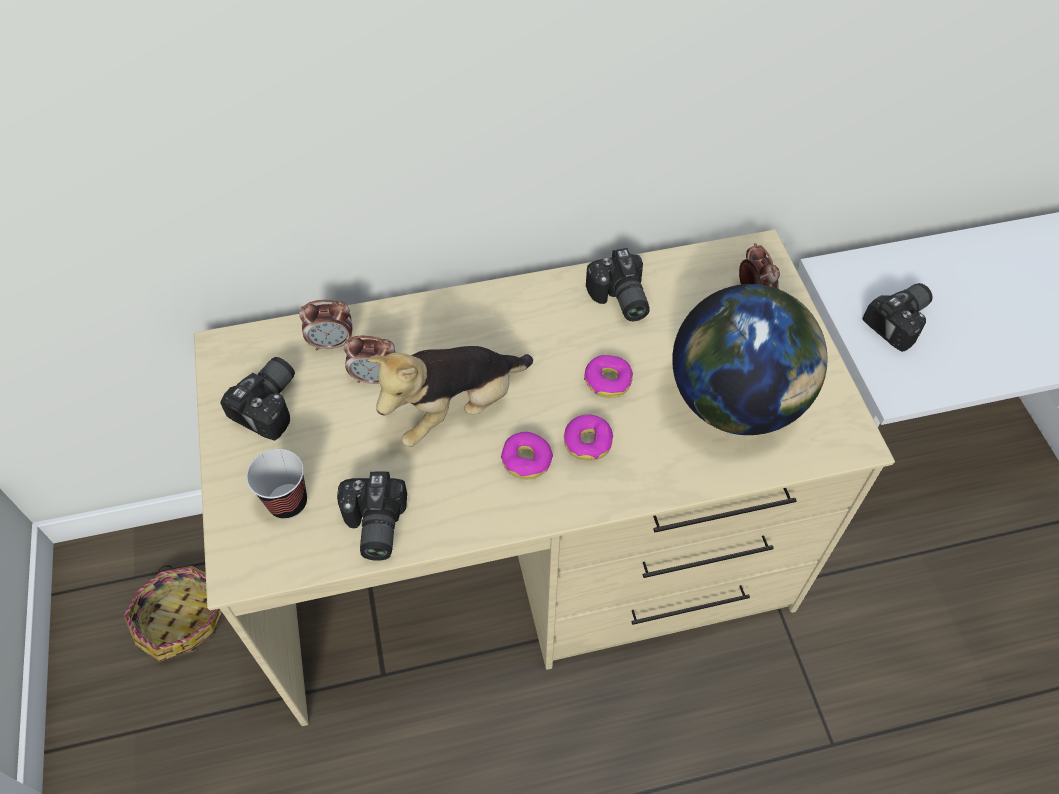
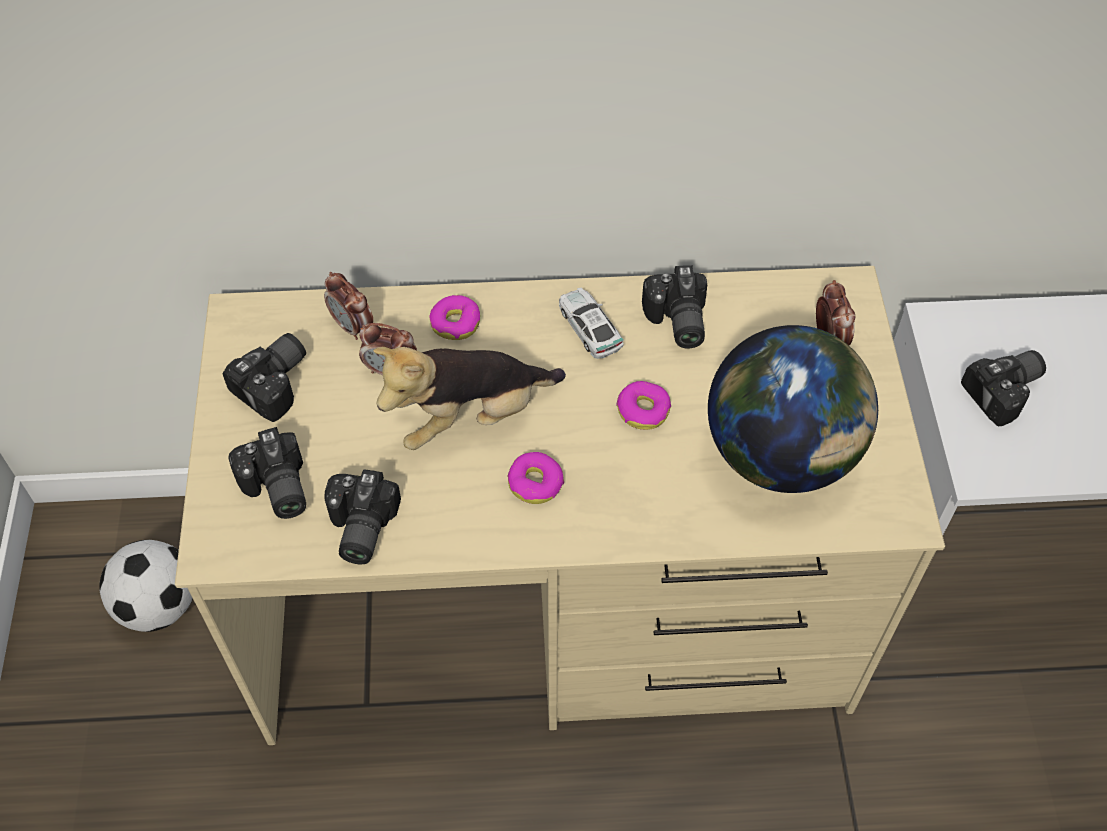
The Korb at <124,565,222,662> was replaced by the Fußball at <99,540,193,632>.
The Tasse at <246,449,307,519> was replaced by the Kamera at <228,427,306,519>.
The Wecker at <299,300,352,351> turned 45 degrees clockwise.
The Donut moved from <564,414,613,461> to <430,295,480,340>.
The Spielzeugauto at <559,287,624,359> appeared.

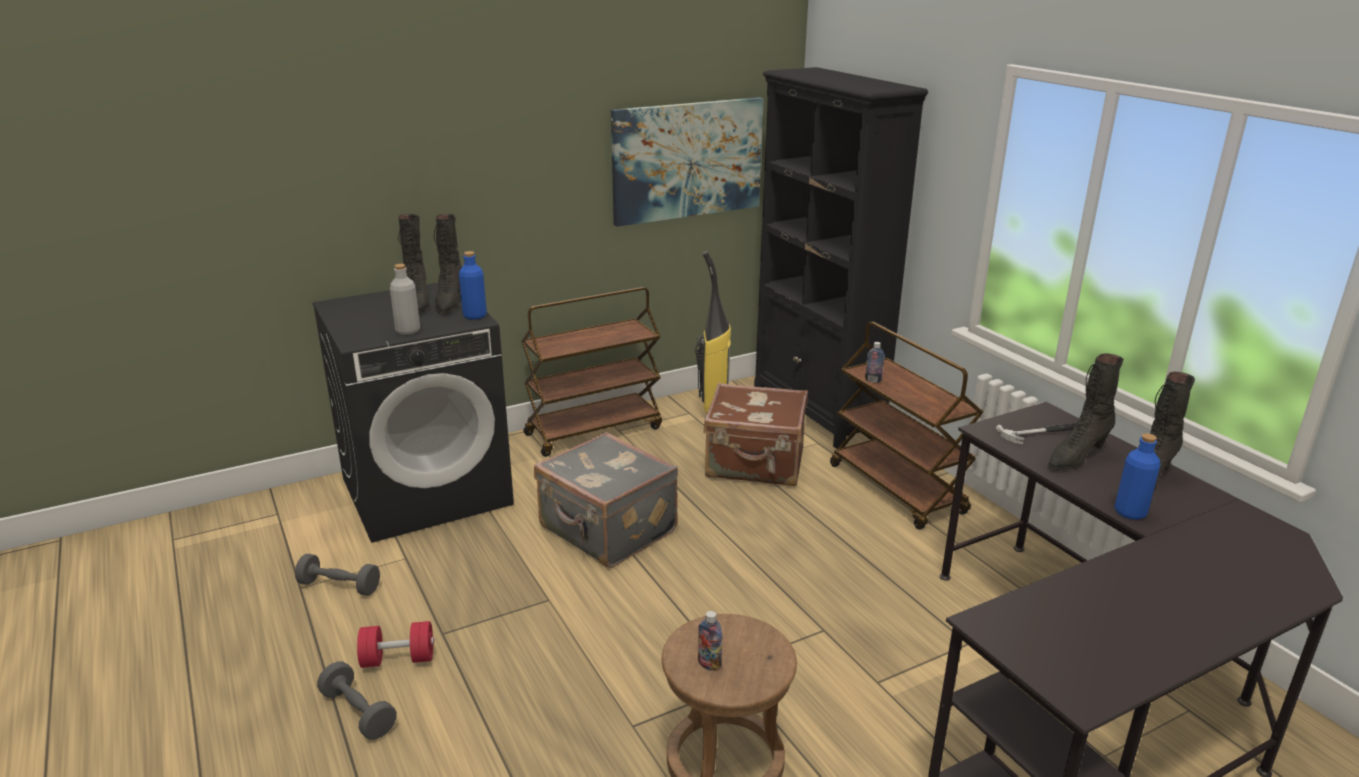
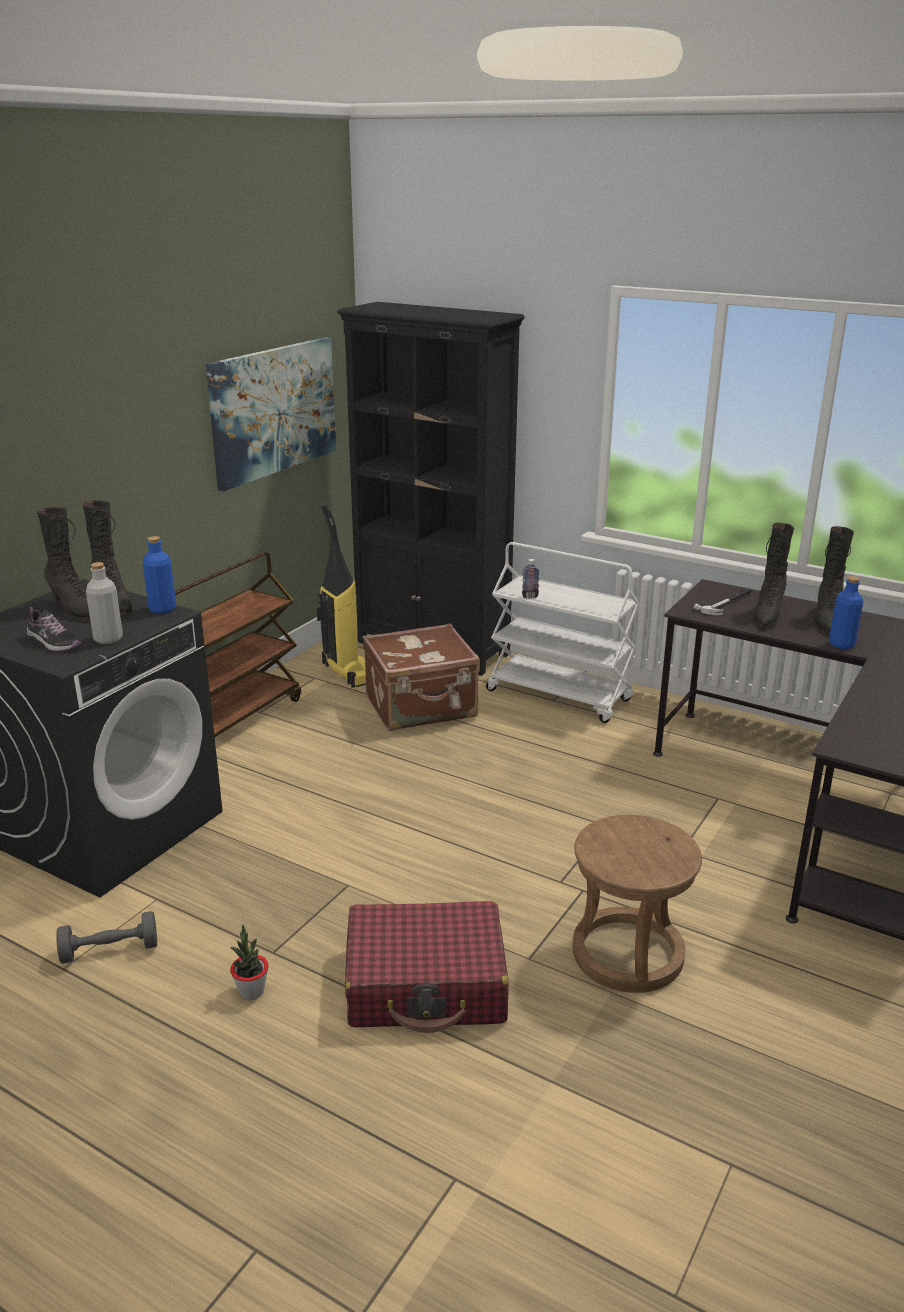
The Hantel (grau) at <317,661,397,740> disappeared.
The Hantel (rot) at <357,621,434,668> was replaced by the Topfpflanze at <230,924,269,1000>.
The Koffer (grau) at <534,432,678,568> disappeared.
The Flasche at <698,611,722,671> disappeared.
The Rollwagen (braun) at <830,322,984,530> became the Rollwagen (weiß) at <486,542,640,723>.
The Schuh at <27,607,81,651> appeared.
The Koffer (rot) at <345,901,509,1033> appeared.

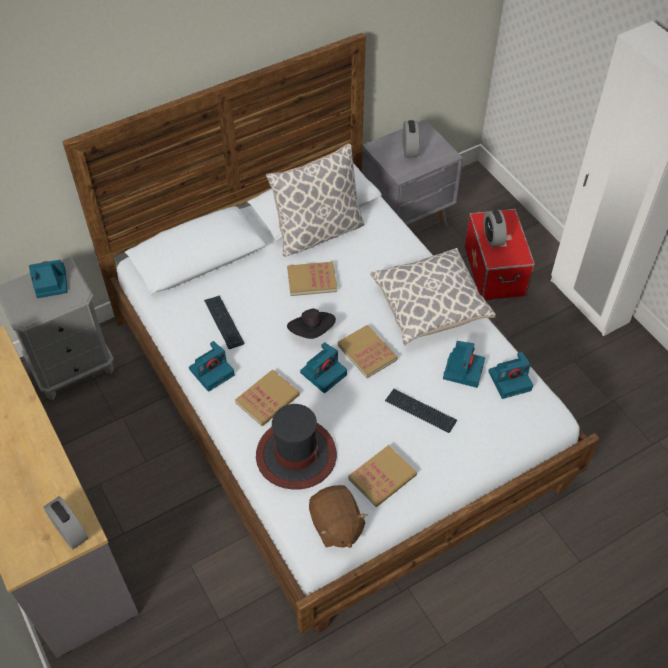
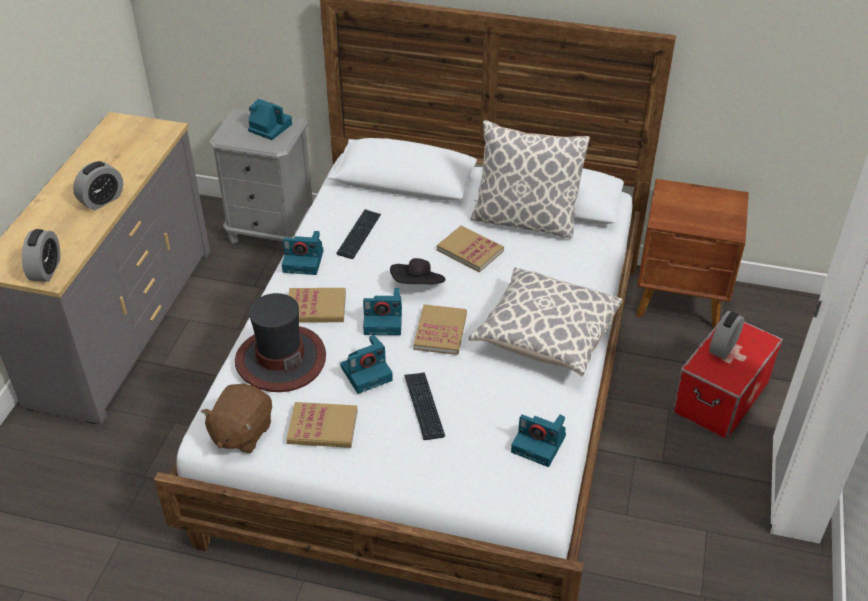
The Nachttisch (grau) at <362,120,463,228> became the Nachttisch (braun) at <636,179,749,328>.
The Wecker moved from <403,120,419,158> to <73,161,123,210>.
The Kamera moved from <443,341,485,388> to <340,335,393,394>.

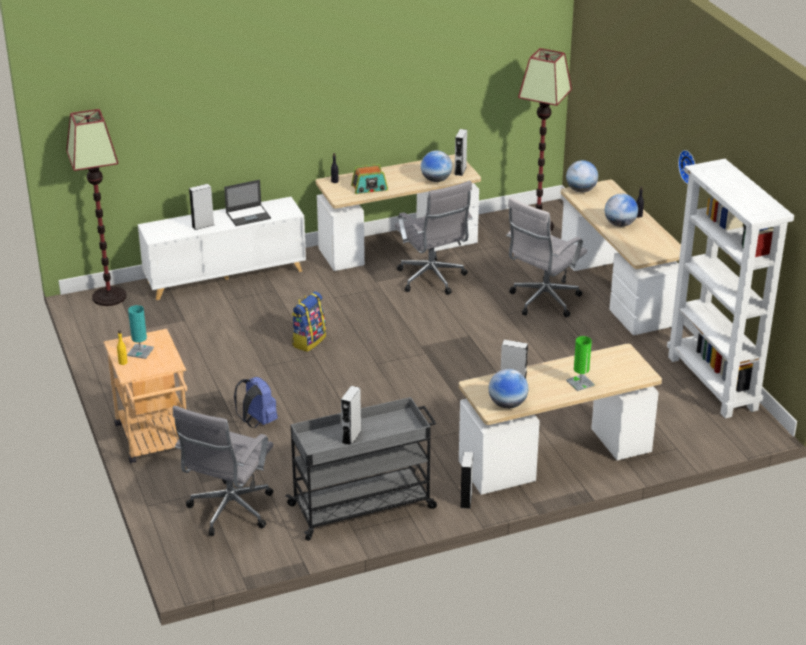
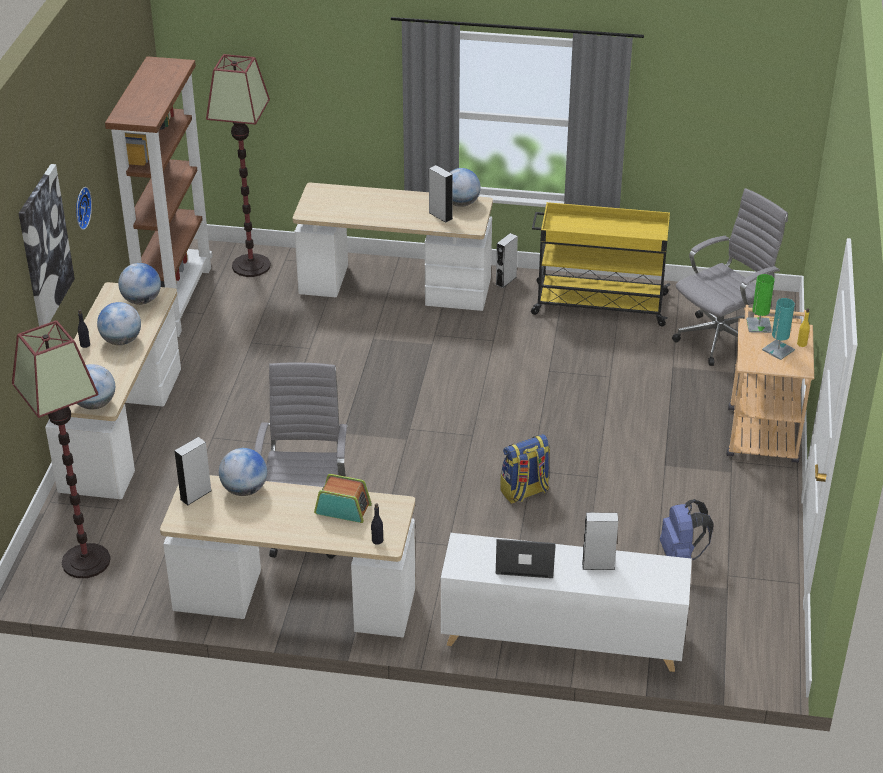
The Stehlampe moved from <66,109,126,306> to <206,54,271,277>.
The Rucksack (blau) moved from <234,377,278,428> to <660,499,713,560>.
The Rollwagen (grau) at <285,397,437,541> became the Rollwagen (gelb) at <531,202,670,327>.
The Lautsprecher (grau) at <341,386,361,445> disappeared.
The Bürostuhl (weiß) at <506,197,588,317> disappeared.
The Tischlampe (grün) moved from <566,336,595,391> to <746,274,774,333>.
The Bücherregal (weiß) at <667,159,794,419> became the Bücherregal (braun) at <105,56,212,337>.
The Bild at <19,164,75,326> appeared.
The Globus at <118,263,161,305> appeared.

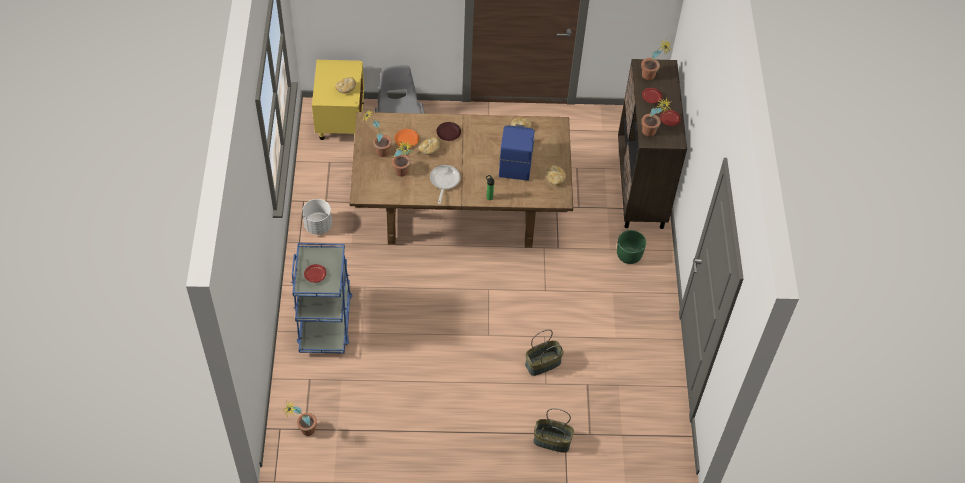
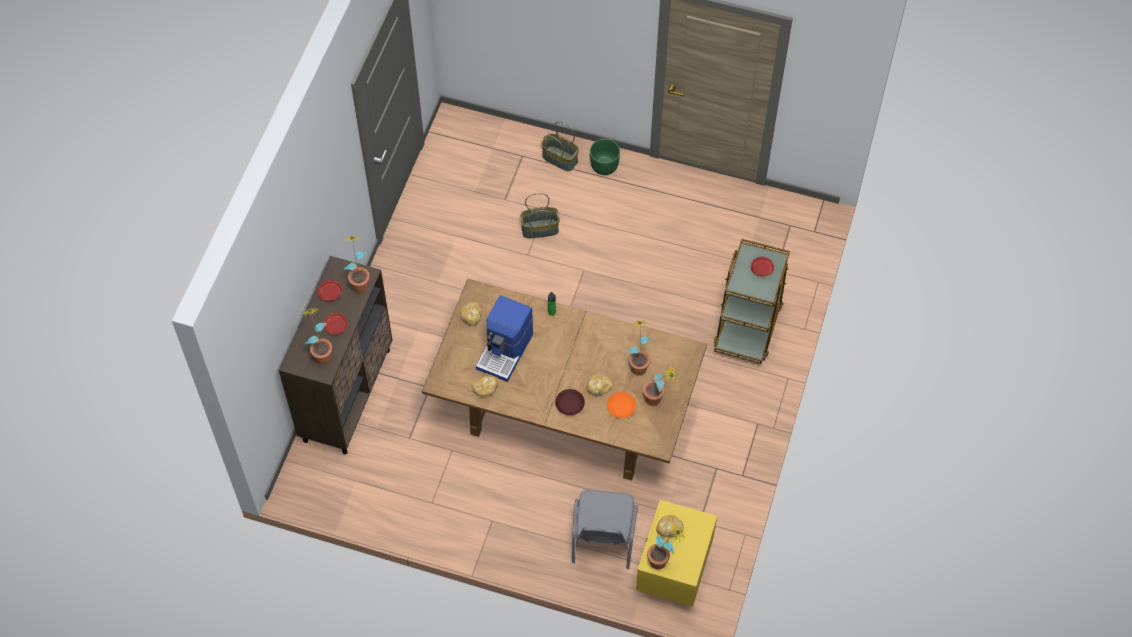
The Topfpflanze moved from <284,402,317,436> to <647,524,685,569>.
The Rollwagen (blau) at <291,243,353,353> became the Rollwagen (braun) at <714,239,790,364>.
The Pflanzkübel (weiß) at <302,199,332,235> disappeared.
The Pfanne at <430,165,461,204> disappeared.
The Pflanzkübel (grün) moved from <617,230,646,264> to <590,139,620,175>.

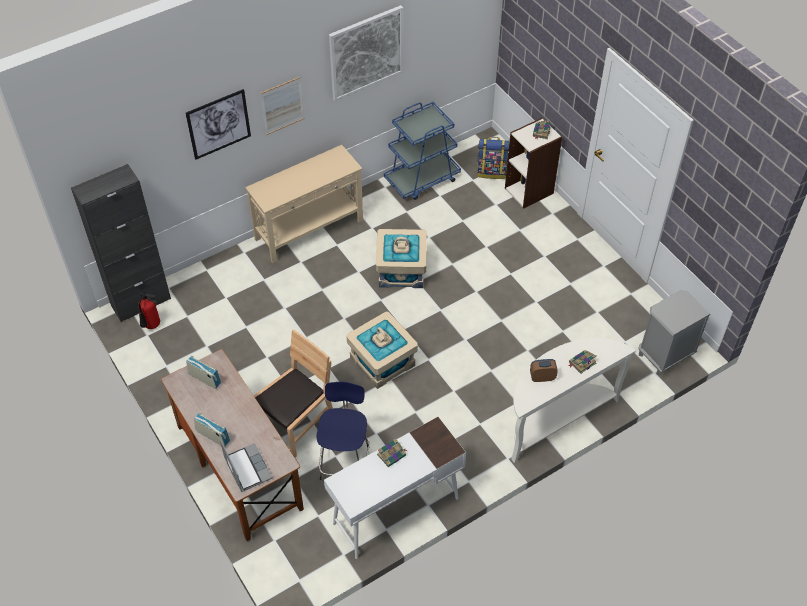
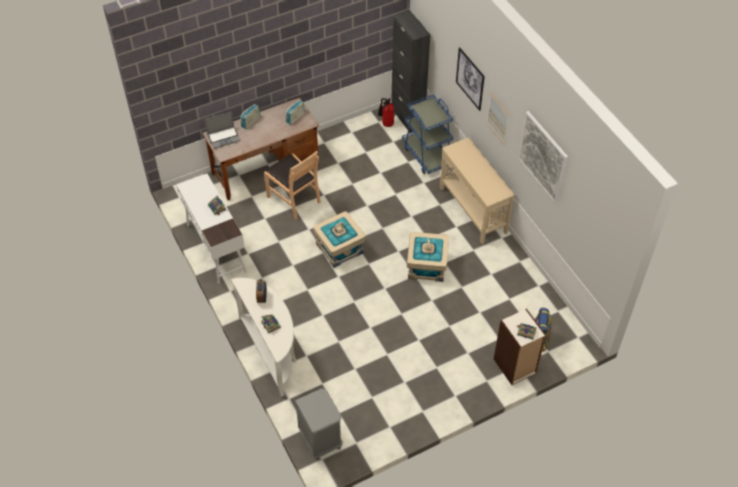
The Hocker (blau) at <316,382,370,480> disappeared.
The Rollwagen (blau) moved from <384,102,461,200> to <402,94,453,174>.

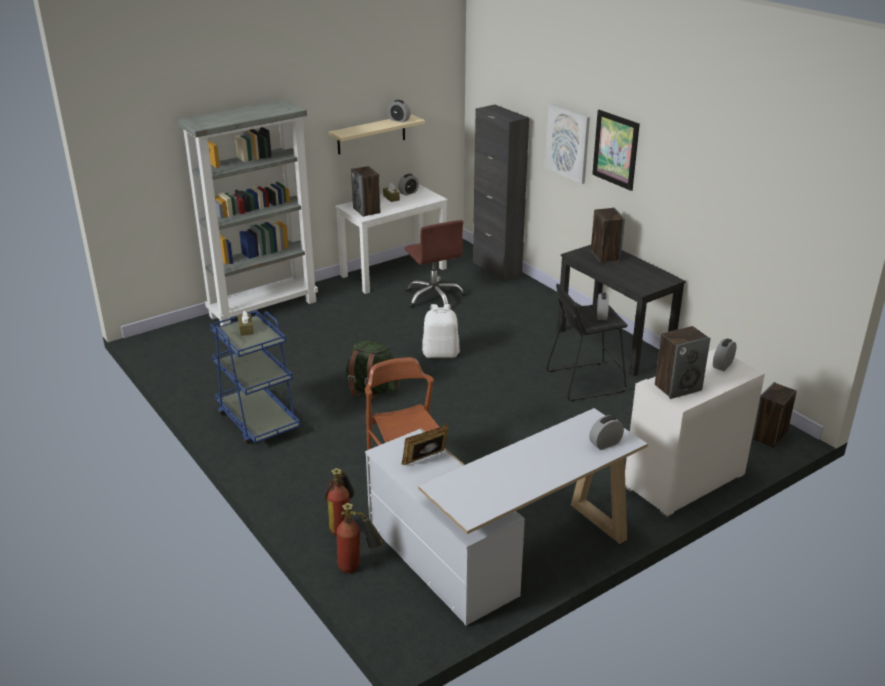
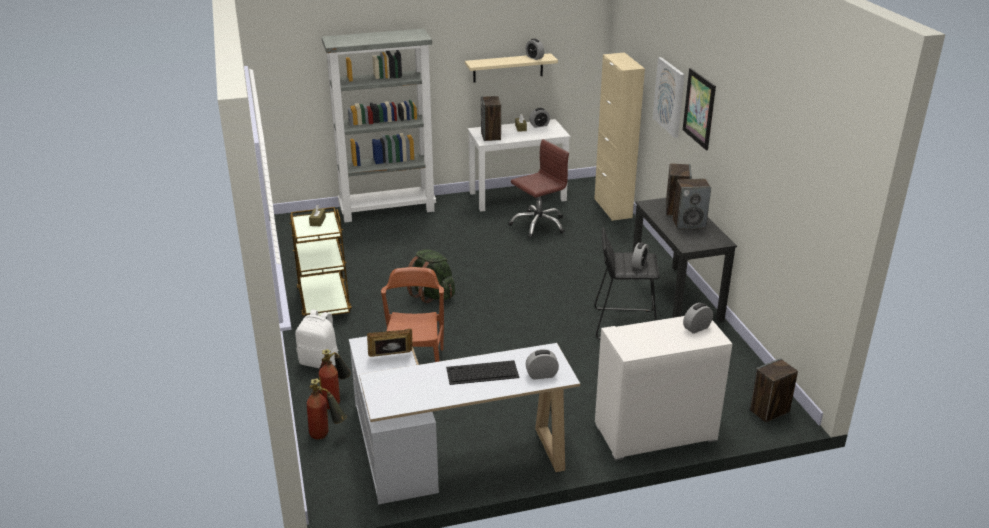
The Rollwagen (blau) at <210,310,301,444> became the Rollwagen (braun) at <289,207,352,317>.
The Bürostuhl (braun) at <405,220,466,308> turned 120 degrees counterclockwise.
The Rucksack (weiß) moved from <422,304,460,358> to <295,310,339,368>.
The Schrank (schwarz) at <473,105,529,281> became the Schrank (beige) at <594,52,645,221>.
The Lautsprecher moved from <655,326,710,399> to <673,178,711,230>.
The Tastatur at <446,360,519,385> appeared.

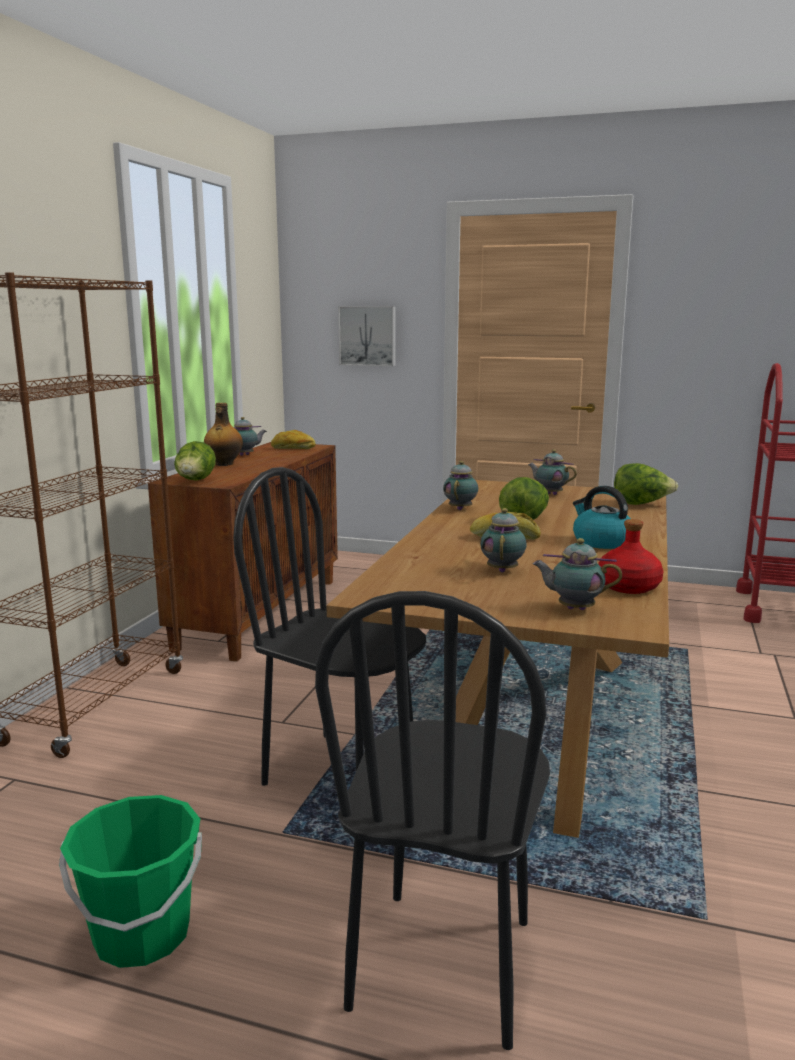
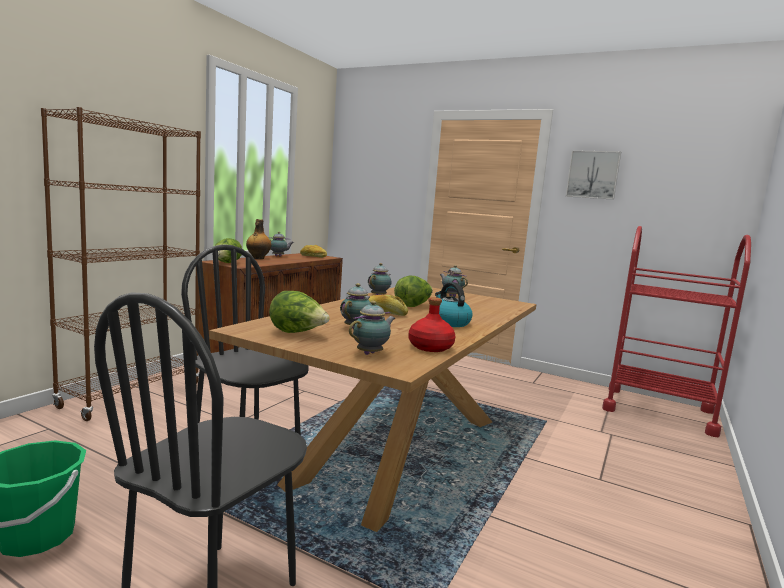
The Bild moved from <338,306,395,366> to <566,150,621,200>.
The Teekanne at <533,538,622,610> turned 105 degrees clockwise.
The Salatkopf moved from <614,463,678,505> to <269,291,329,333>.

